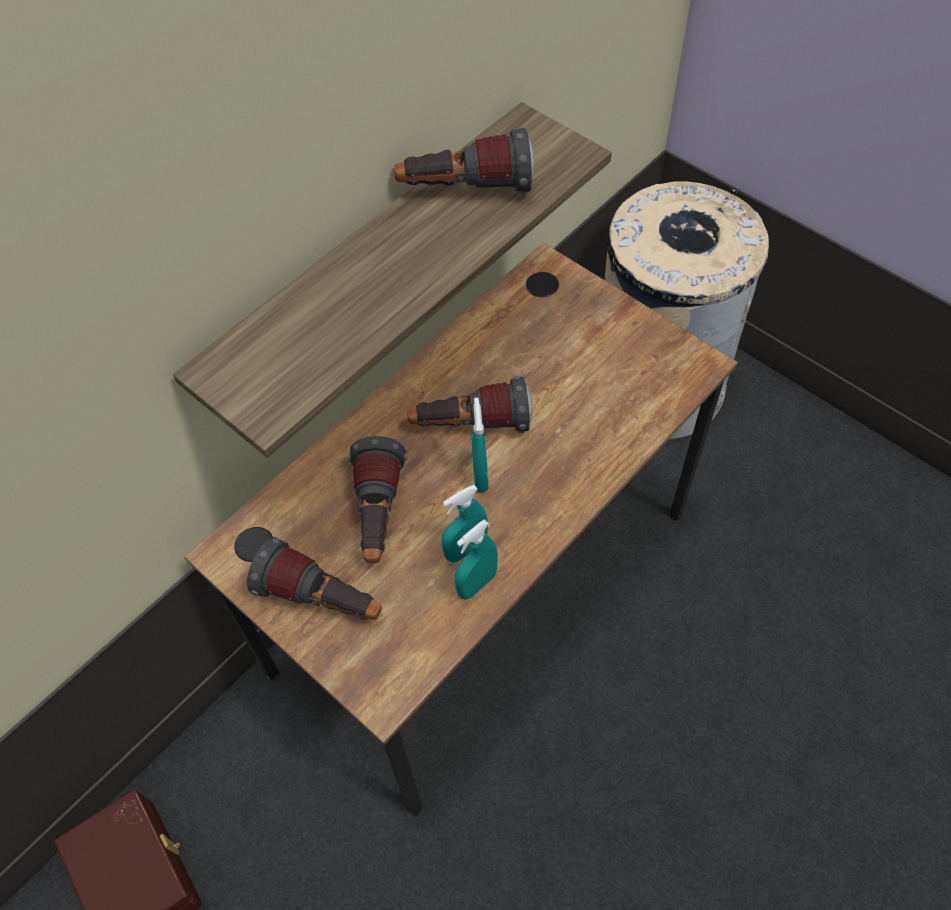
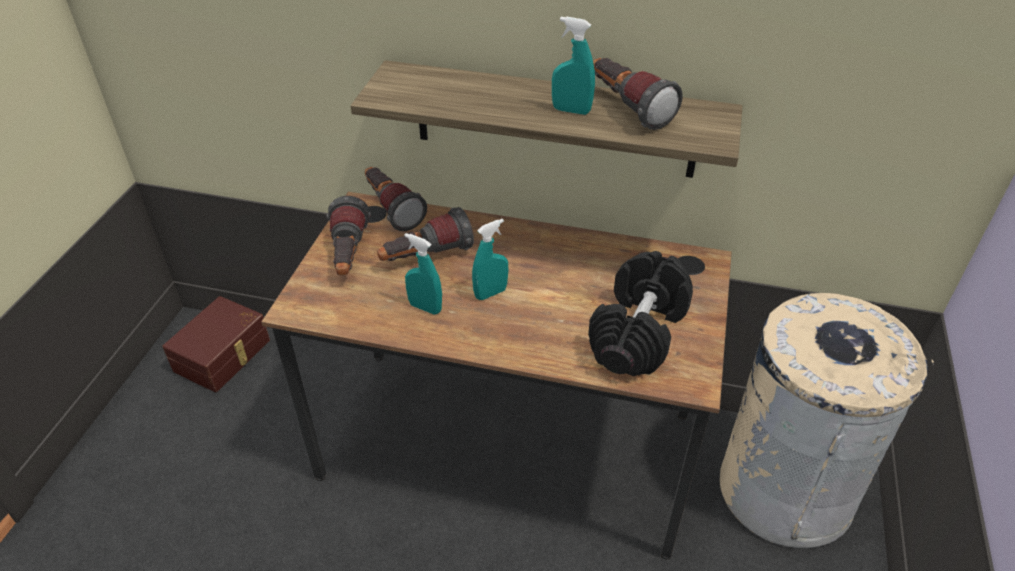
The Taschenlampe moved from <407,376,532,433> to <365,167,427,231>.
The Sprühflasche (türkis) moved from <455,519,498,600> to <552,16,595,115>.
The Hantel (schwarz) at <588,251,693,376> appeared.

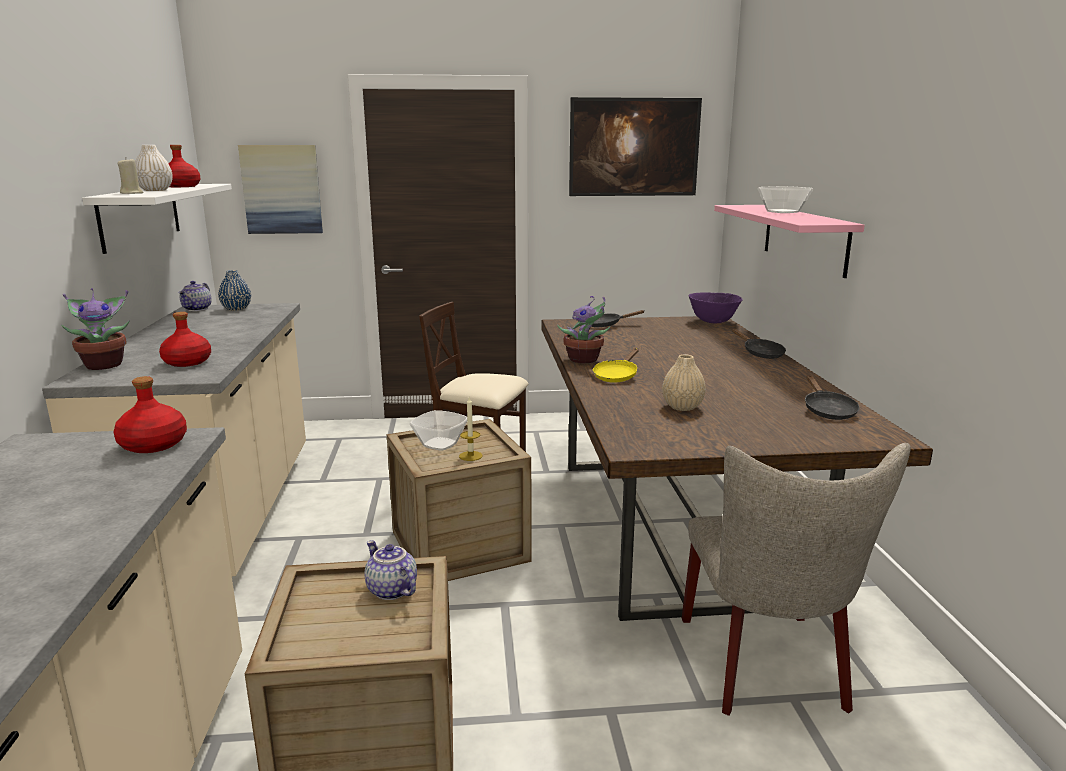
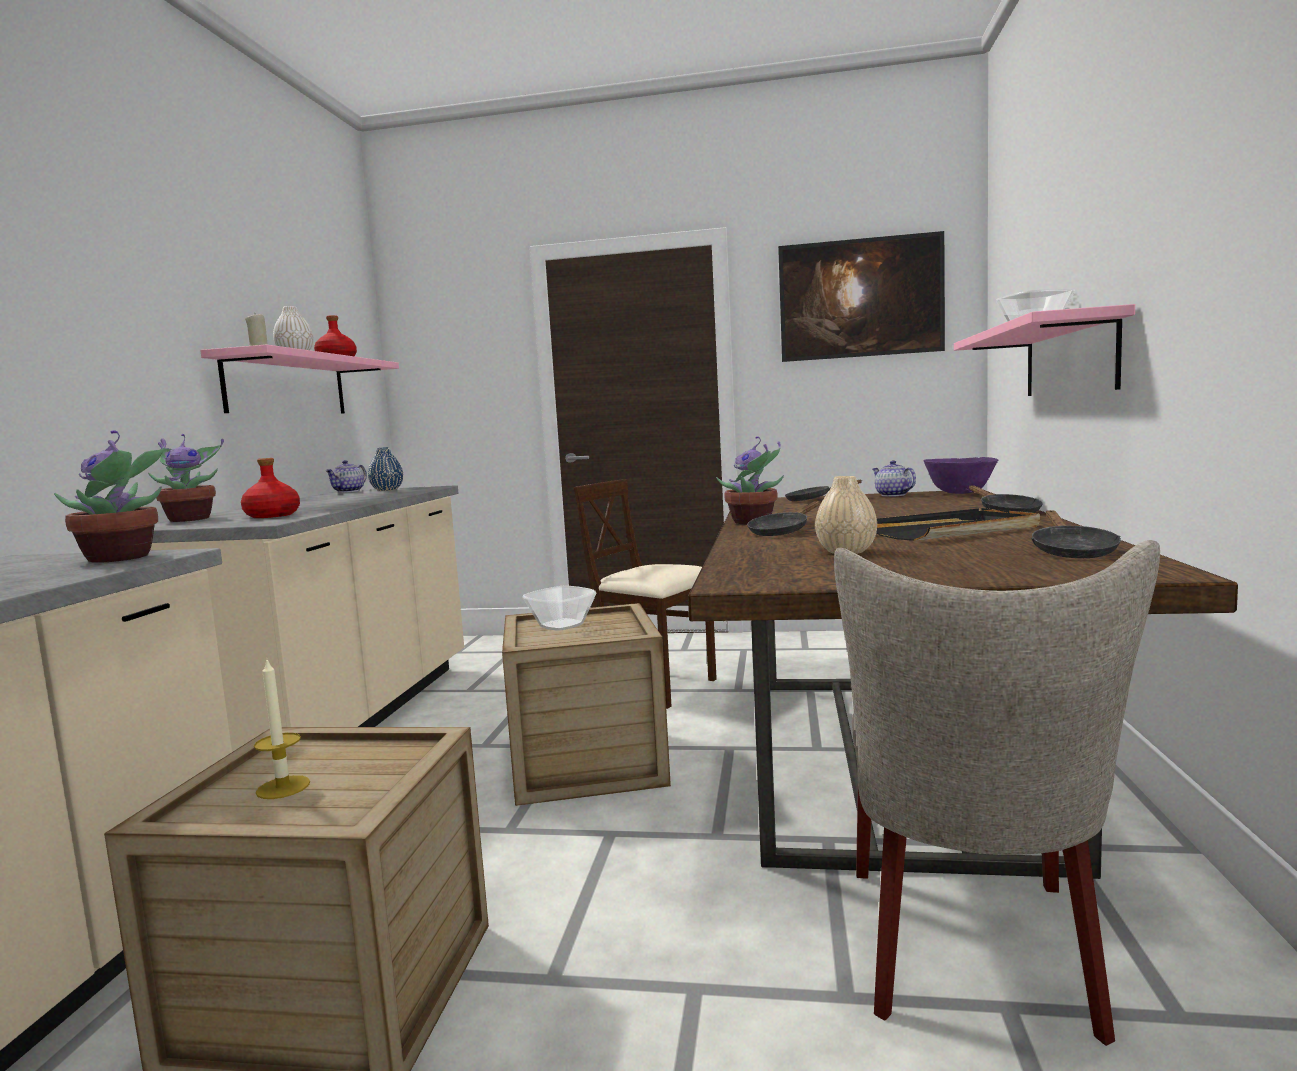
The Wandregal (weiß) at <82,184,232,254> became the Wandregal (rosa) at <200,344,399,414>.
The Flasche (rot) at <113,376,187,453> was replaced by the Topfpflanze at <54,430,166,563>.
The Bild at <238,145,323,234> disappeared.
The Teekanne moved from <364,540,417,600> to <872,460,916,497>.
The Kerze moved from <459,397,483,461> to <254,658,310,799>.
The Pfanne (gelb) at <593,348,639,383> became the Pfanne (schwarz) at <747,501,820,536>.
The Tablett (schwarz) at <876,508,1040,541> appeared.

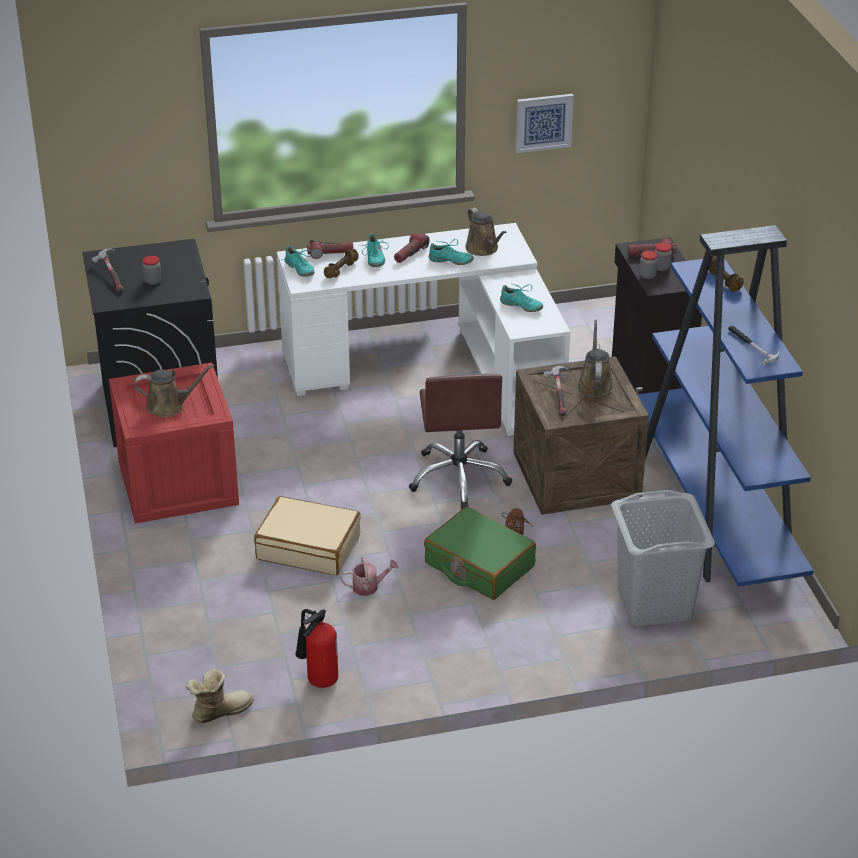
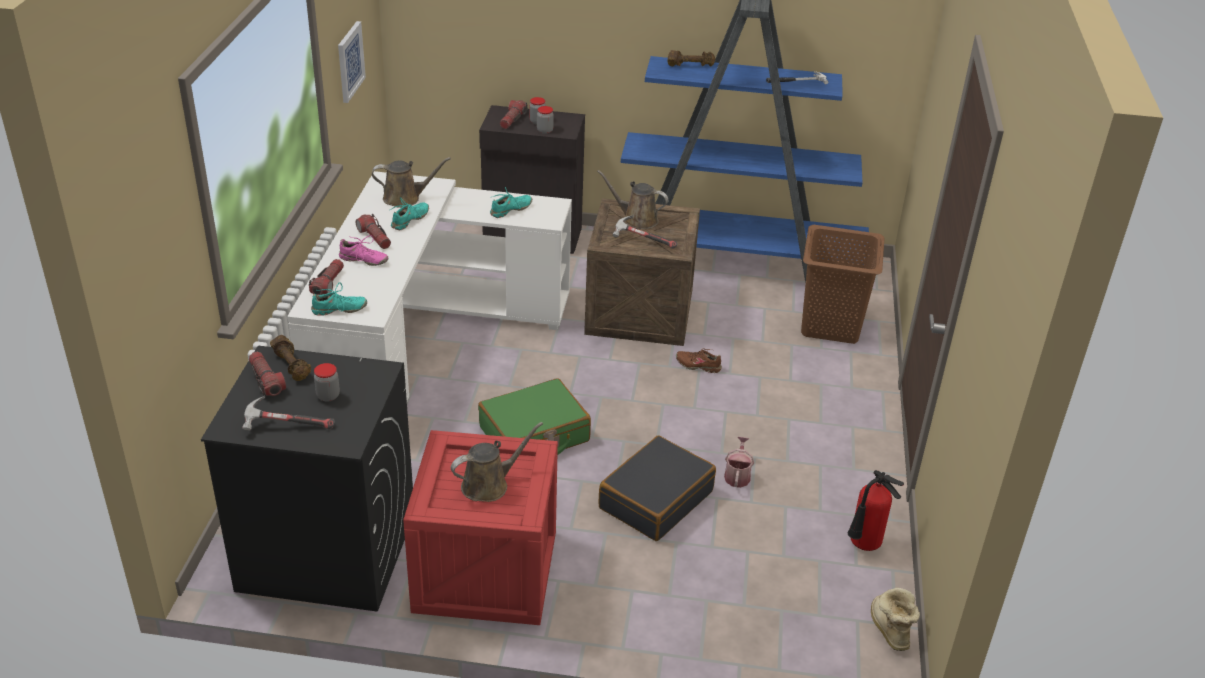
The Gießkanne (braun) at <134,364,214,417> turned 45 degrees clockwise.
The Koffer (beige) at <254,496,361,575> became the Koffer (schwarz) at <599,436,716,541>.
The Hantel (braun) moved from <324,249,359,278> to <270,335,311,381>.
The Schuh (türkis) at <358,233,389,267> became the Schuh (rosa) at <339,235,388,266>.
The Bürostuhl (braun) at <409,374,512,510> disappeared.
The Koffer (grün) moved from <424,507,536,600> to <478,378,591,455>.
The Wäschekorb (grau) at <611,490,715,626> became the Wäschekorb (braun) at <801,225,885,344>.
The Taschenlampe at <249,352,286,396> appeared.

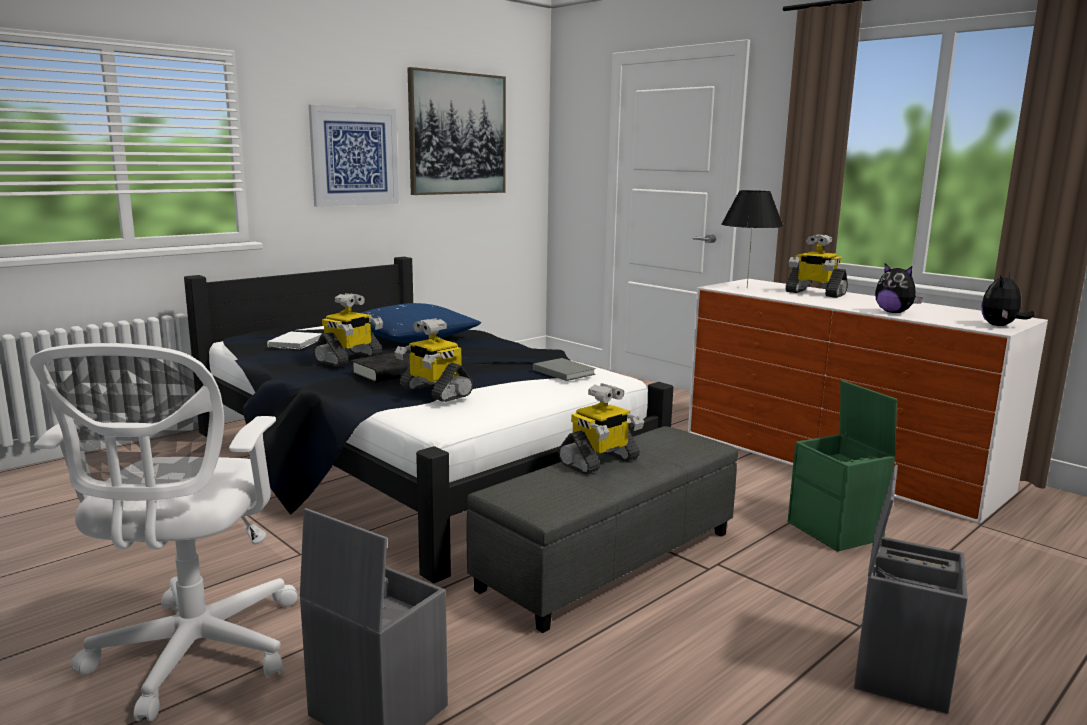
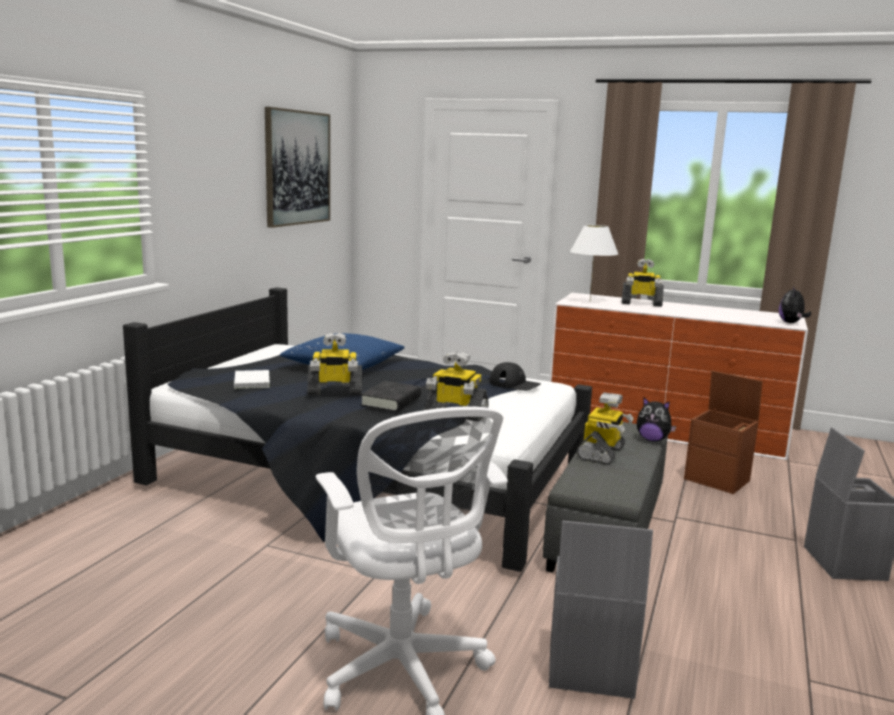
The Bild at <309,105,399,207> disappeared.
The Spielzeugroboter at <313,293,383,366> turned 75 degrees clockwise.
The Buch (grau) at <533,358,596,381> was replaced by the Kappe (schwarz) at <489,362,541,391>.
The Tischlampe (schwarz) at <721,190,784,288> became the Tischlampe (weiß) at <570,225,618,299>.
The Aufbewahrungsbox (grün) at <788,380,897,552> became the Aufbewahrungsbox (braun) at <684,370,763,494>.
The Plüschtier moved from <875,263,923,313> to <637,397,676,441>.

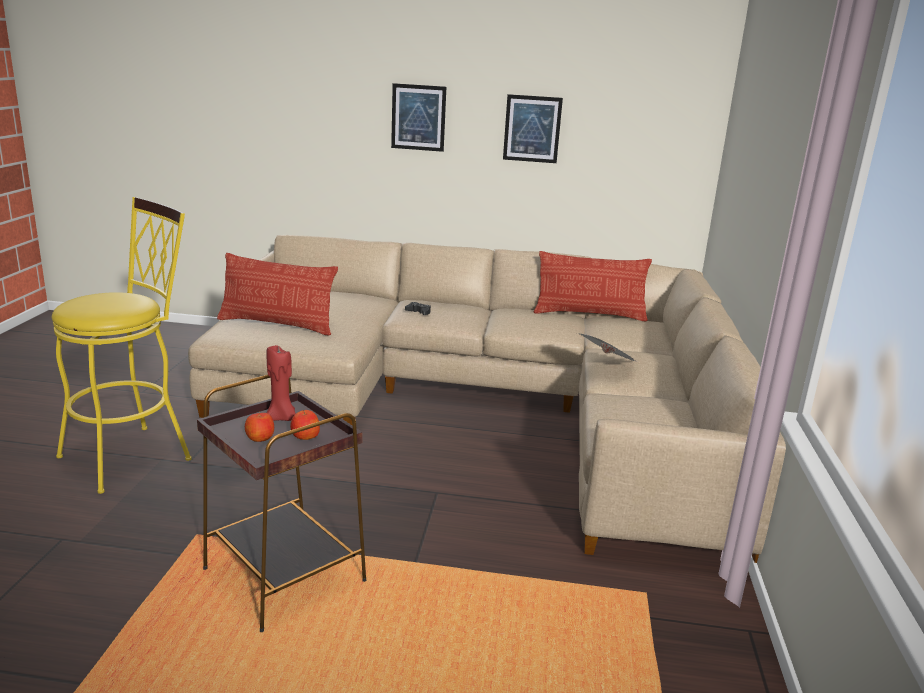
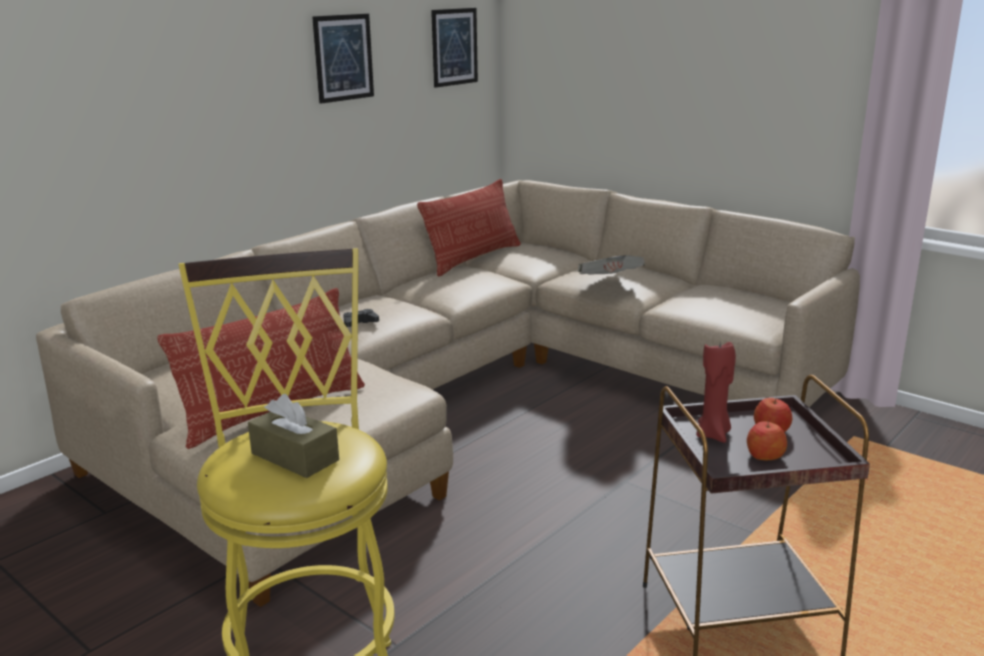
The Bild moved from <391,83,446,152> to <431,8,478,88>.
The Taschentuchbox (braun) at <248,394,339,478> appeared.

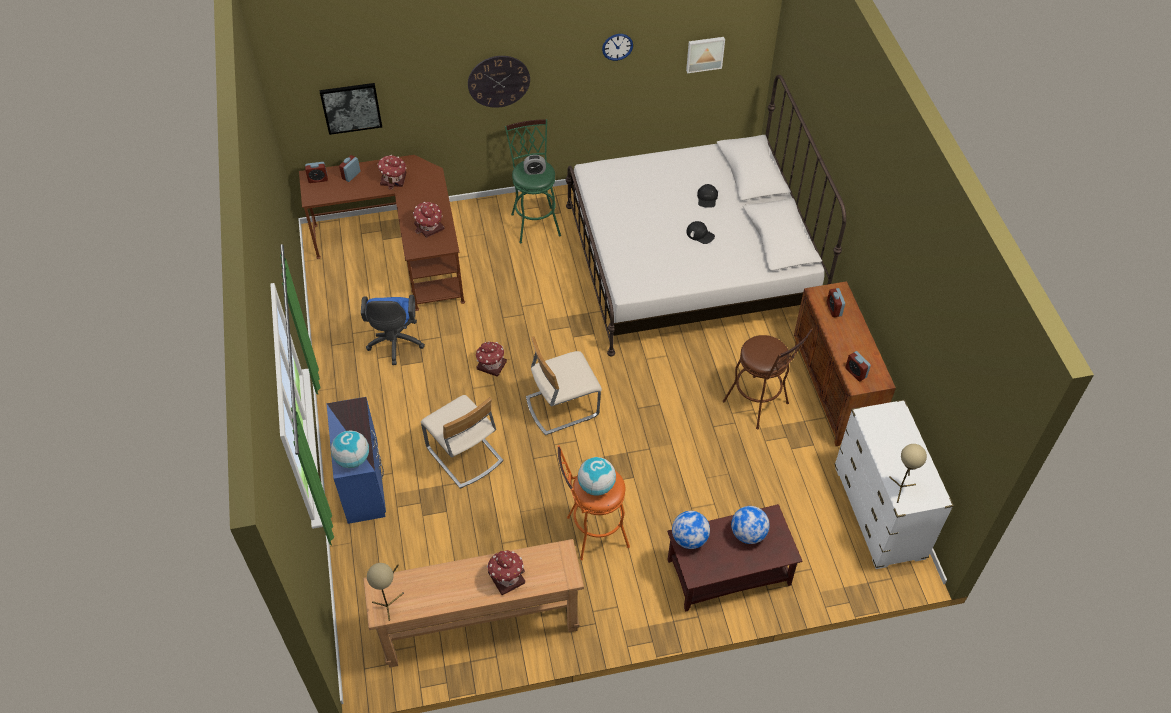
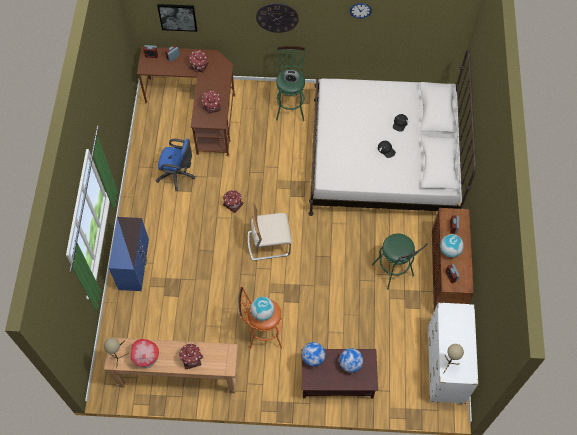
The Globus moved from <331,430,369,468> to <440,234,464,258>.
The Bürostuhl (blau) at <361,295,425,365> turned 90 degrees counterclockwise.
The Stuhl (beige) at <421,395,503,489> disappeared.
The Bild at <686,37,725,73> disappeared.
The Hocker (braun) at <723,328,813,430> became the Hocker (grün) at <372,233,428,289>.
The Spielzeughaus at <131,339,159,368> appeared.

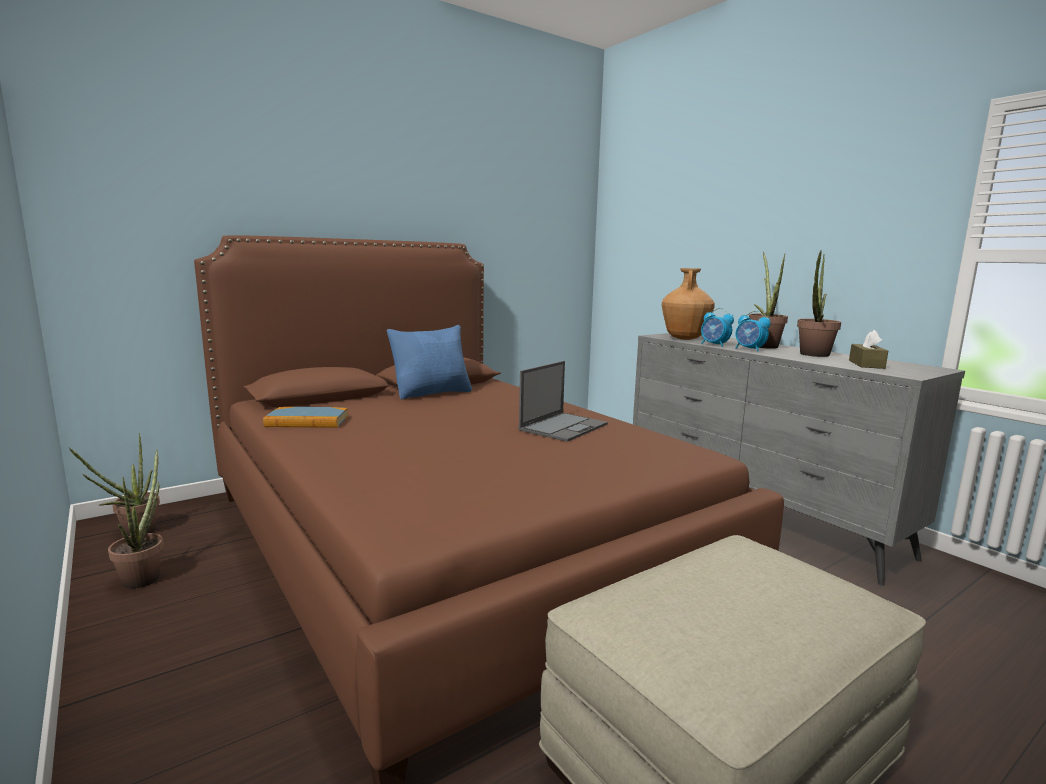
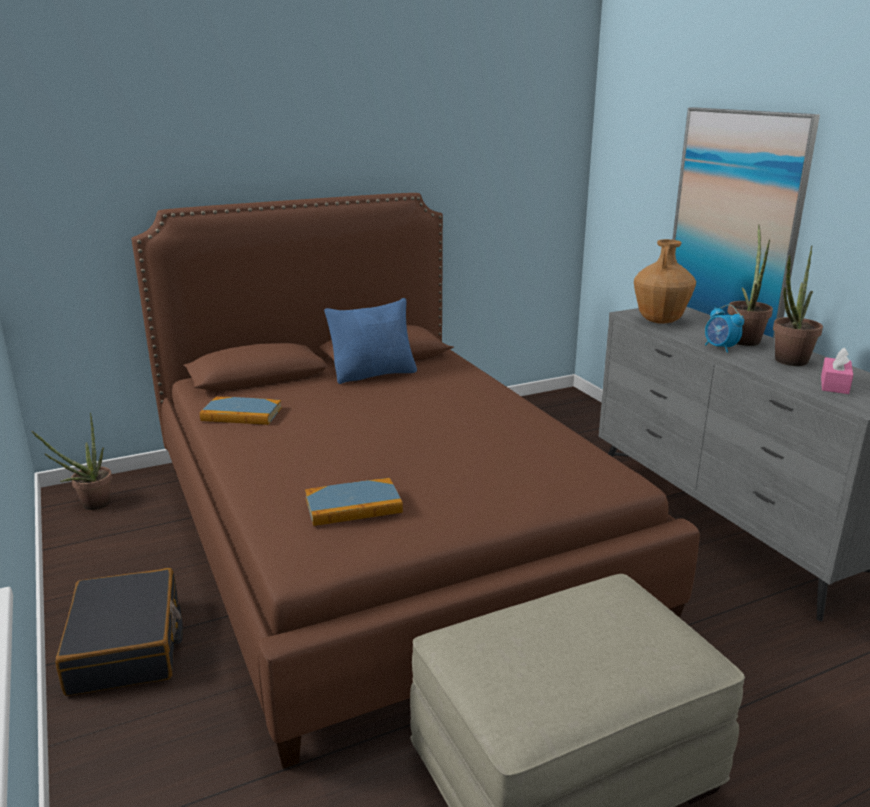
The Topfpflanze at <108,449,164,589> disappeared.
The Laptop at <519,361,608,442> disappeared.
The Wecker at <701,308,734,347> disappeared.
The Taschentuchbox (braun) at <849,330,888,369> became the Taschentuchbox (rosa) at <821,348,853,394>.
The Koffer (schwarz) at <55,568,183,696> appeared.
The Buch at <305,478,403,526> appeared.
The Bild at <672,107,820,338> appeared.

